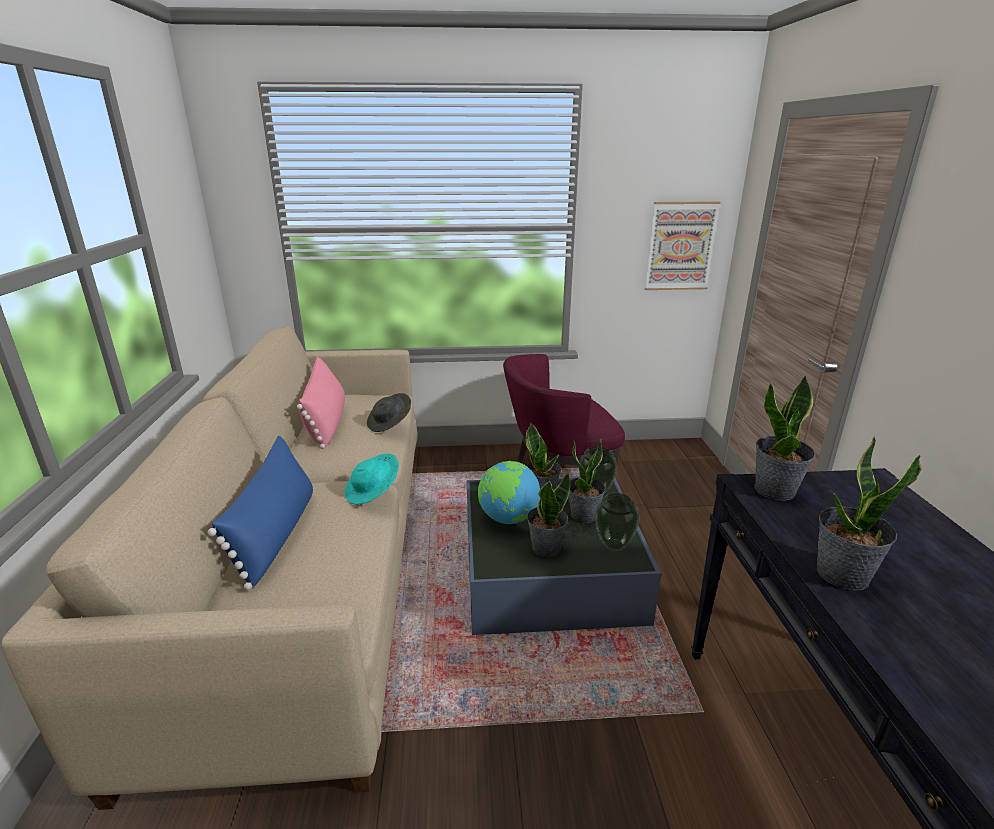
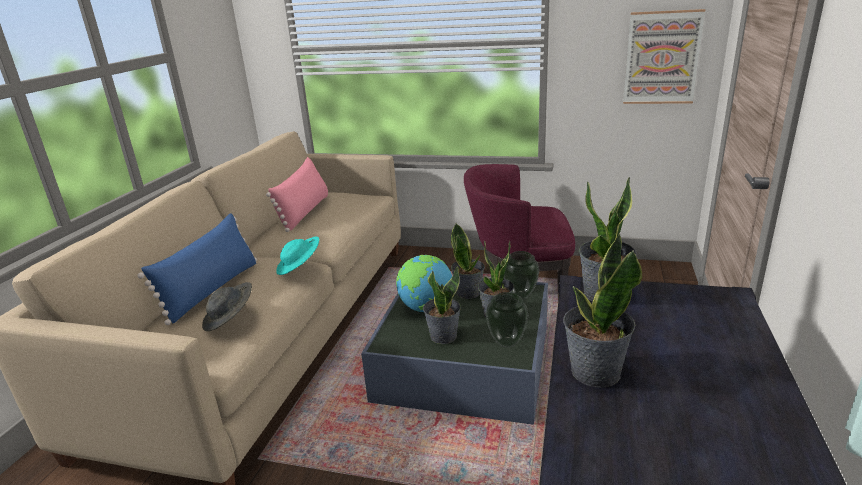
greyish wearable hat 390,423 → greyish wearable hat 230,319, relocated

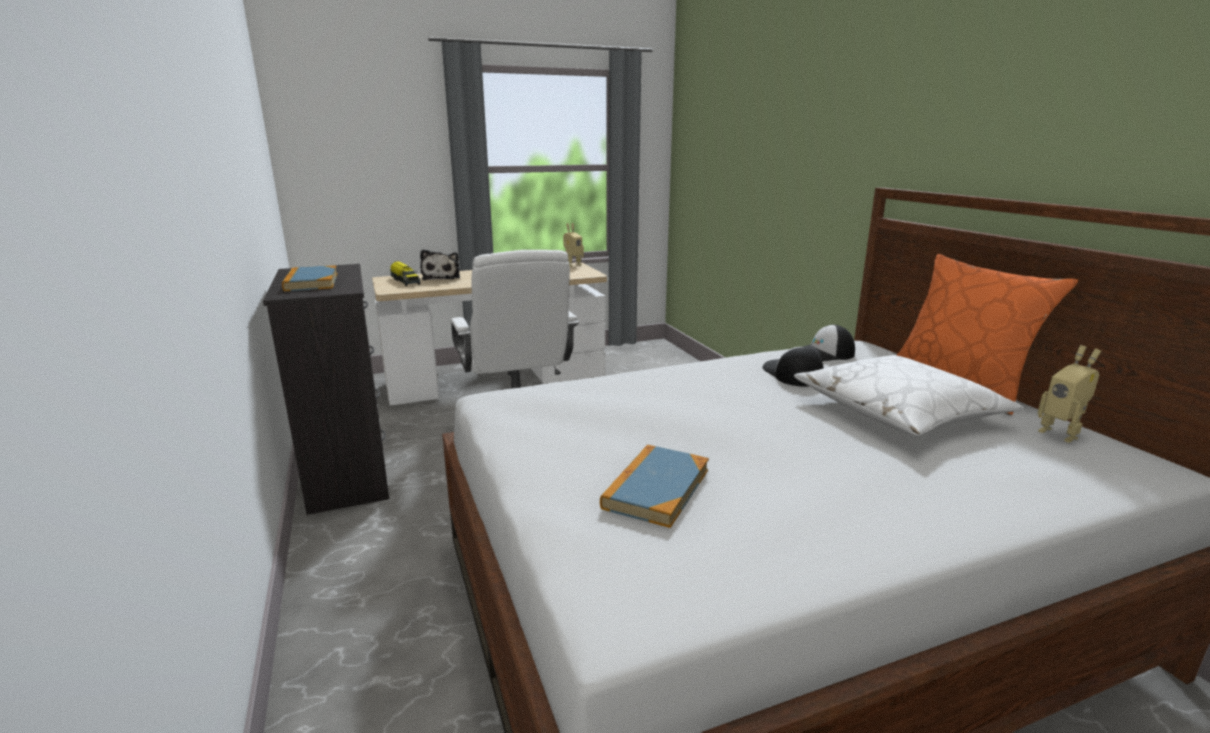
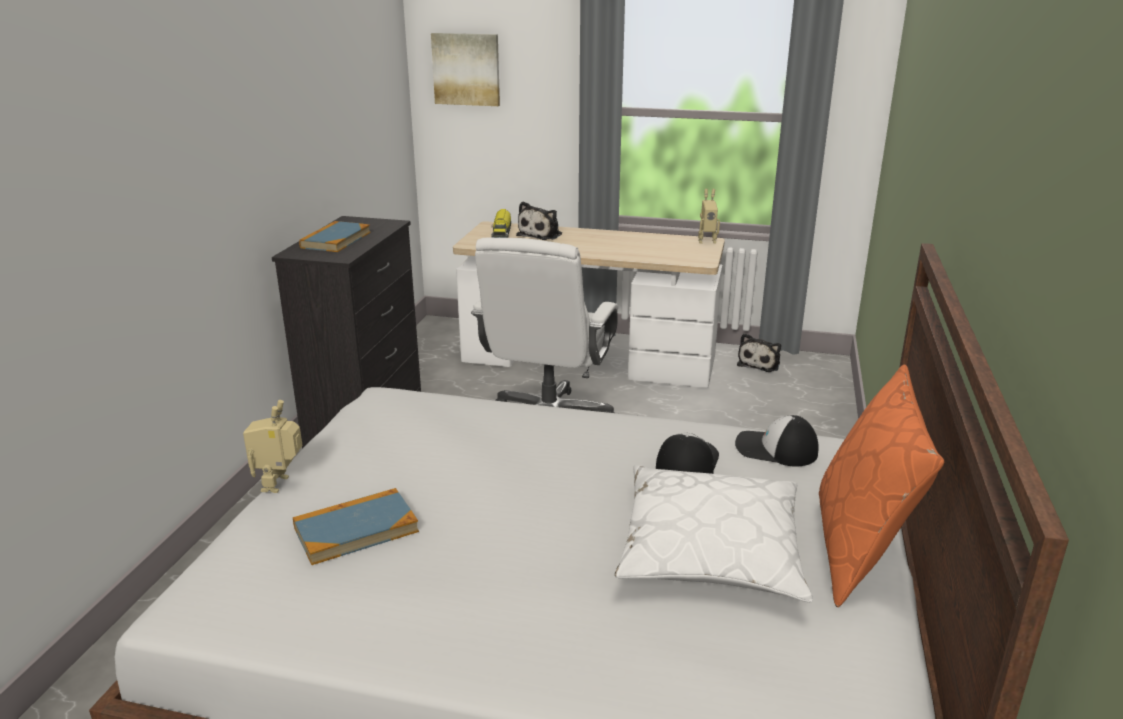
toy robot 1060,433 → toy robot 280,484, relocated
- → wall picture 466,69
- → cuddly toy 760,363

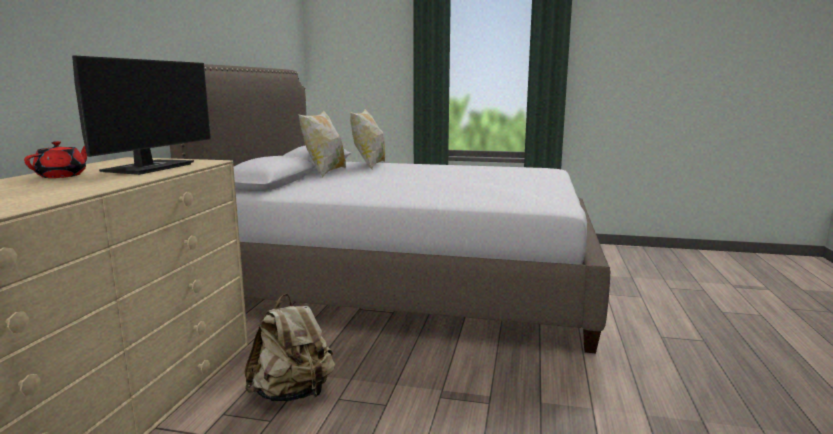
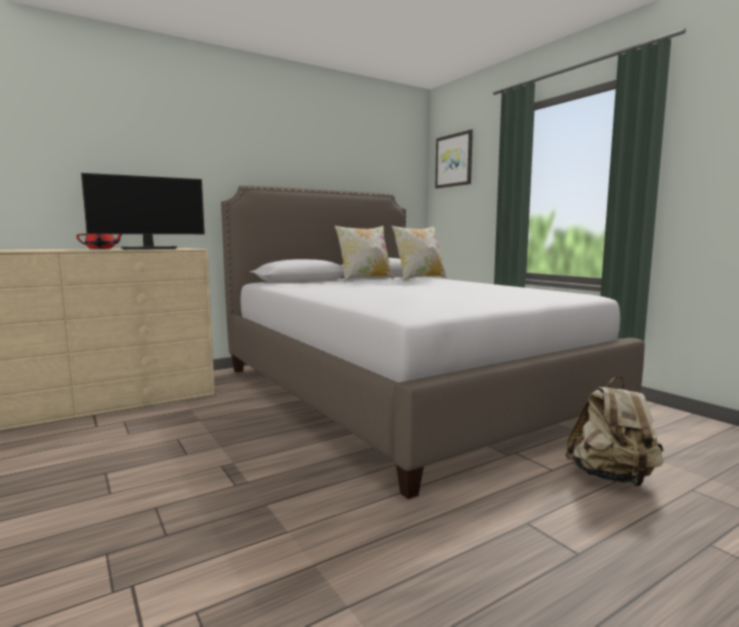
beige knapsack 292,393 → beige knapsack 611,477, relocated
- → wall picture 454,160

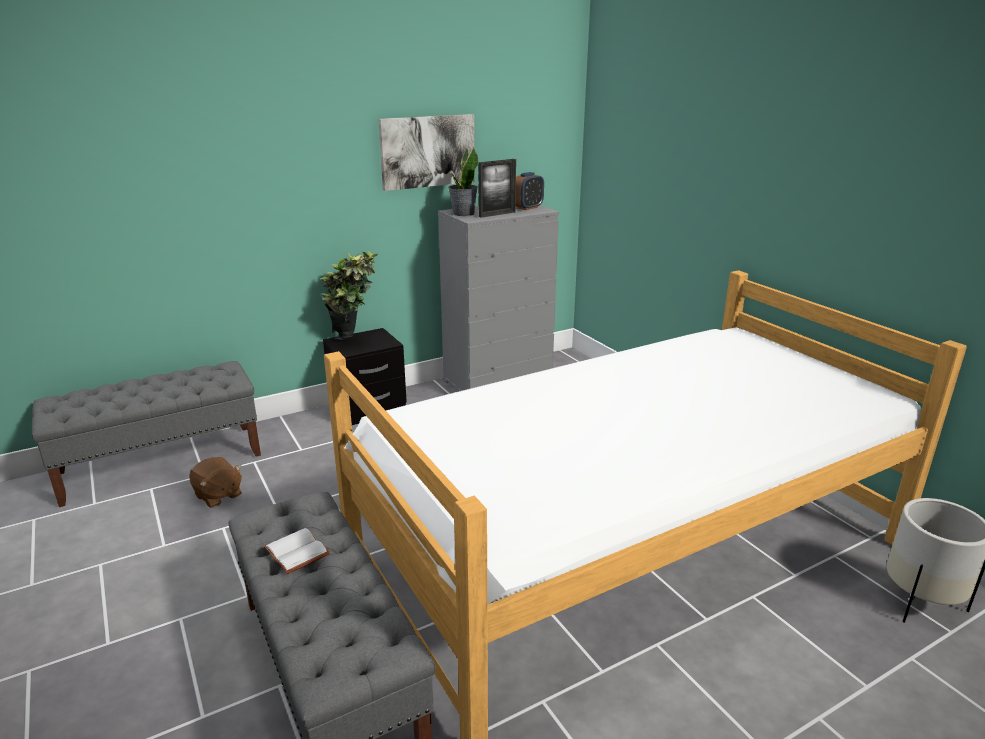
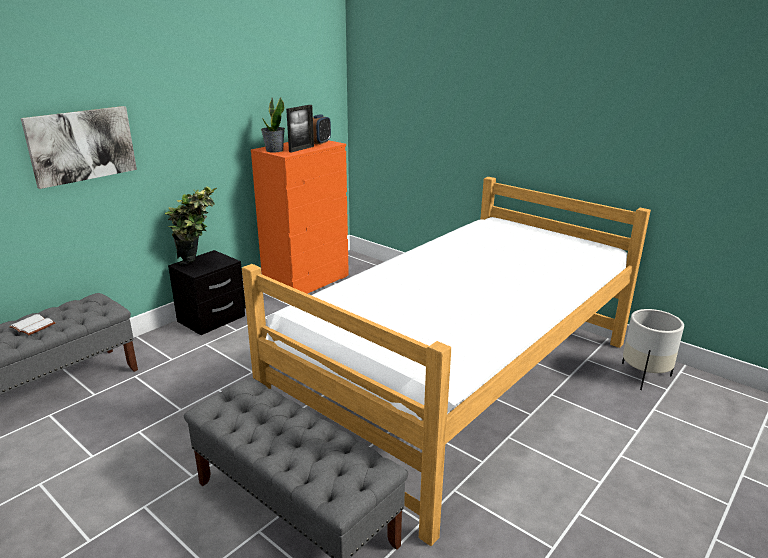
wall picture 427,151 → wall picture 81,145, relocated
greyish dresser 498,381 → orange dresser 307,282
brownish cuddly toy 218,496 → -
whitish bound book 298,551 → whitish bound book 34,326, relocated

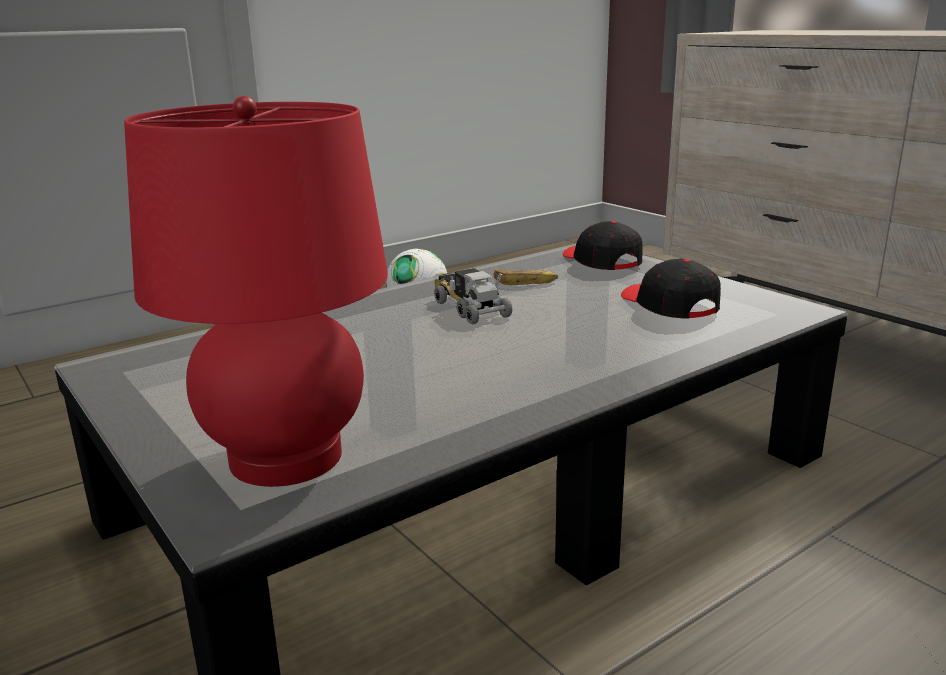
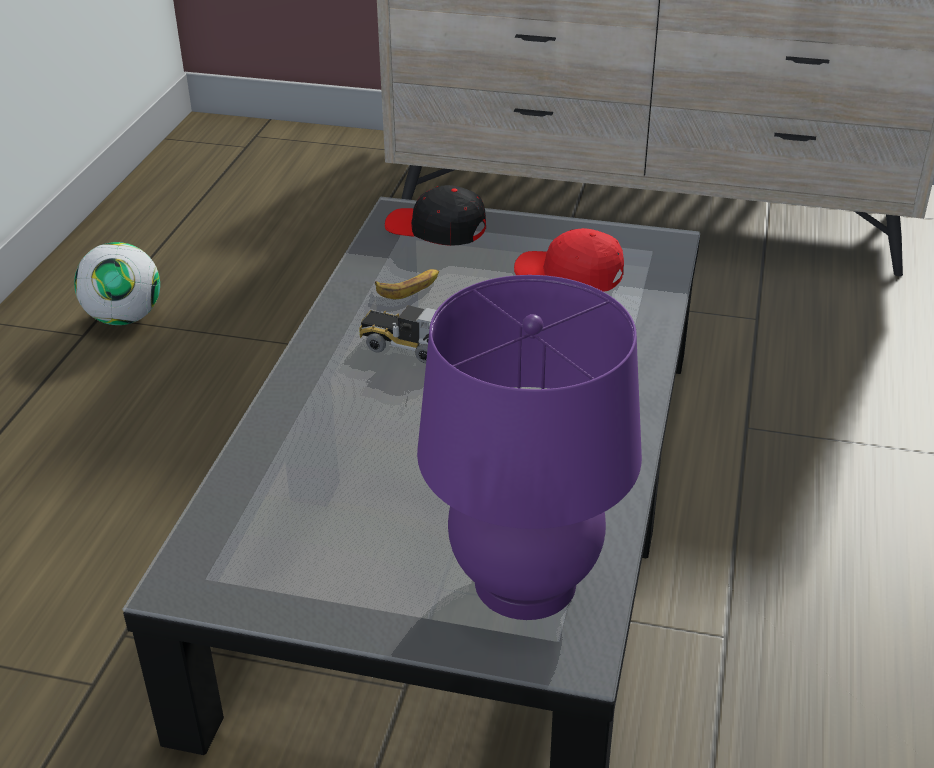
red lamp for a table 286,457 → purple lamp for a table 525,582
black-coloured peaked cap 668,305 → red peaked cap 569,274

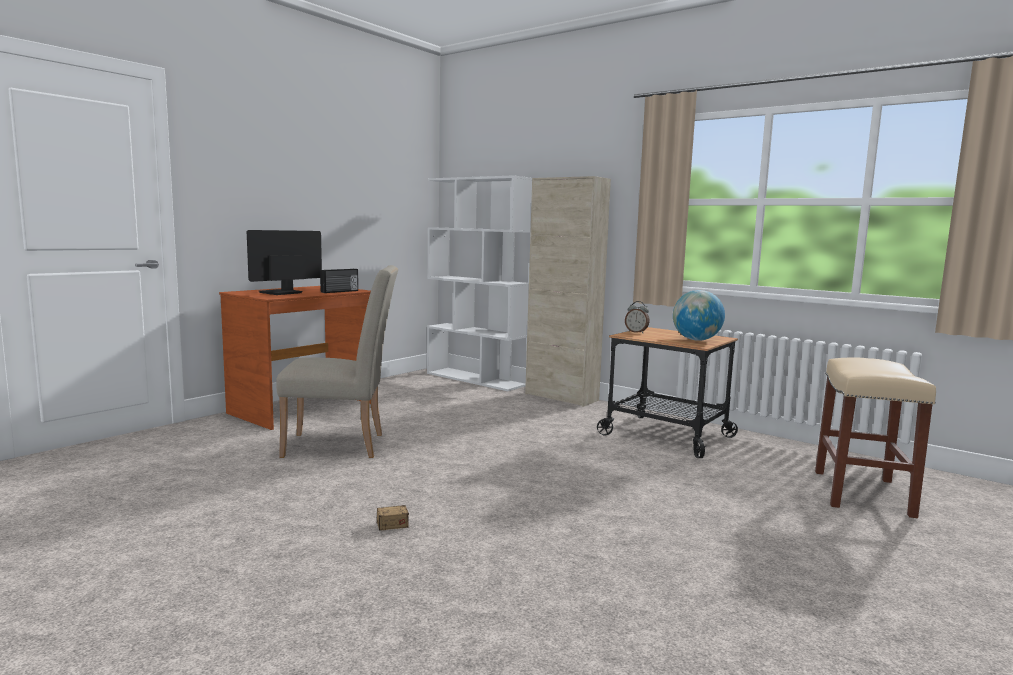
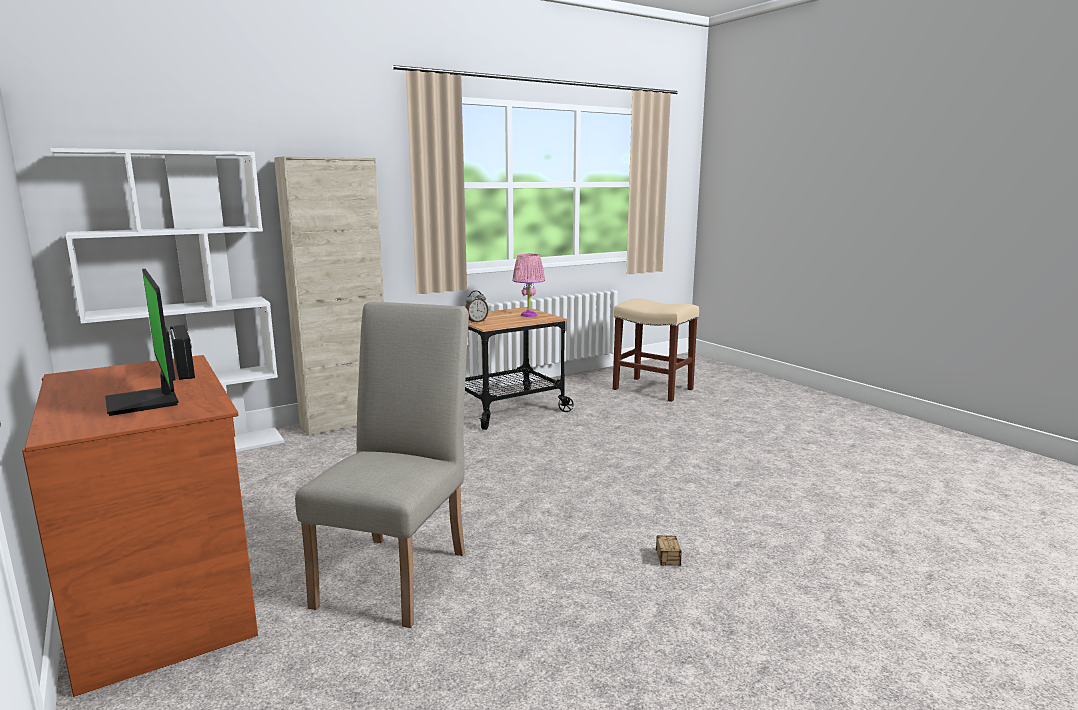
globe 696,340 → pinkish lamp for a table 529,315

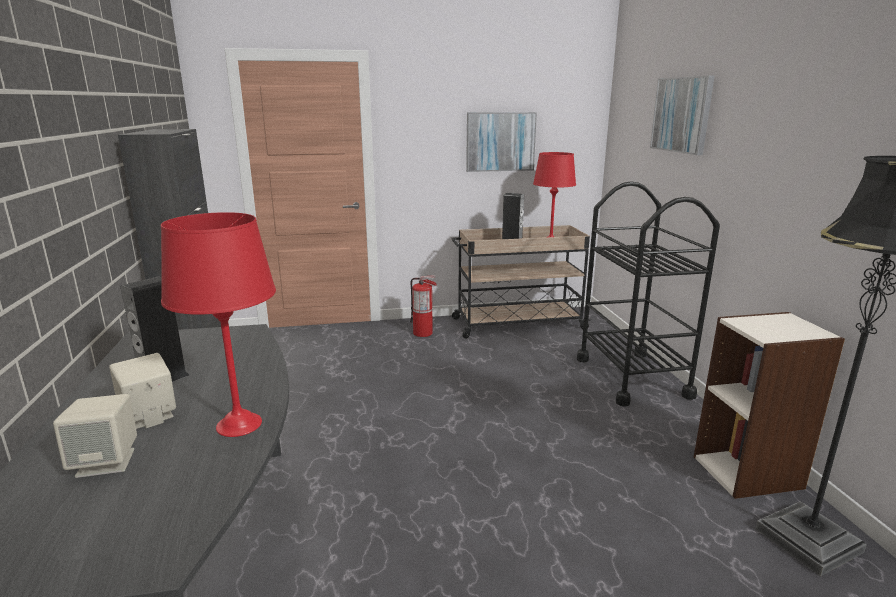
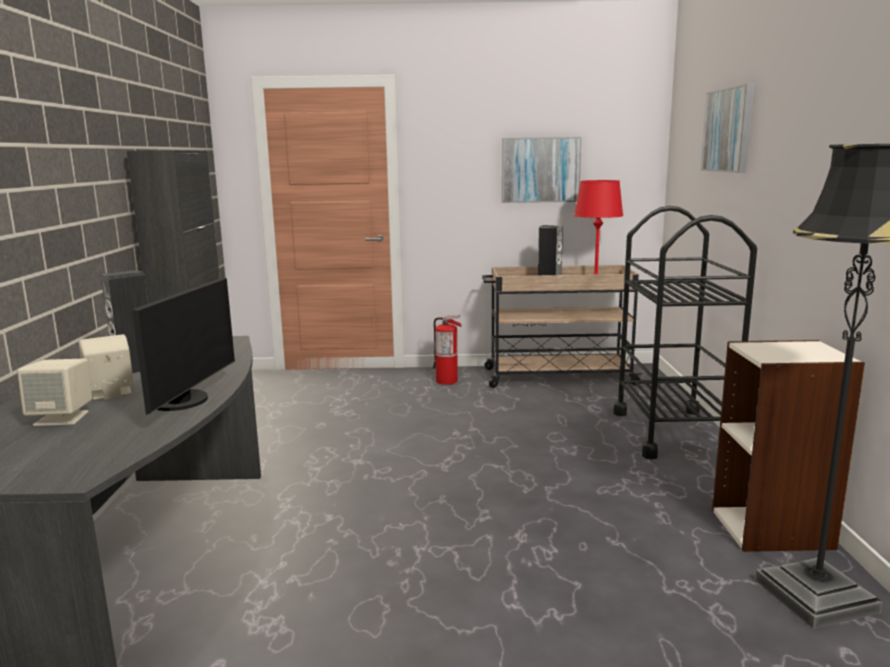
red lamp for a table 238,424 → computer screen 185,401

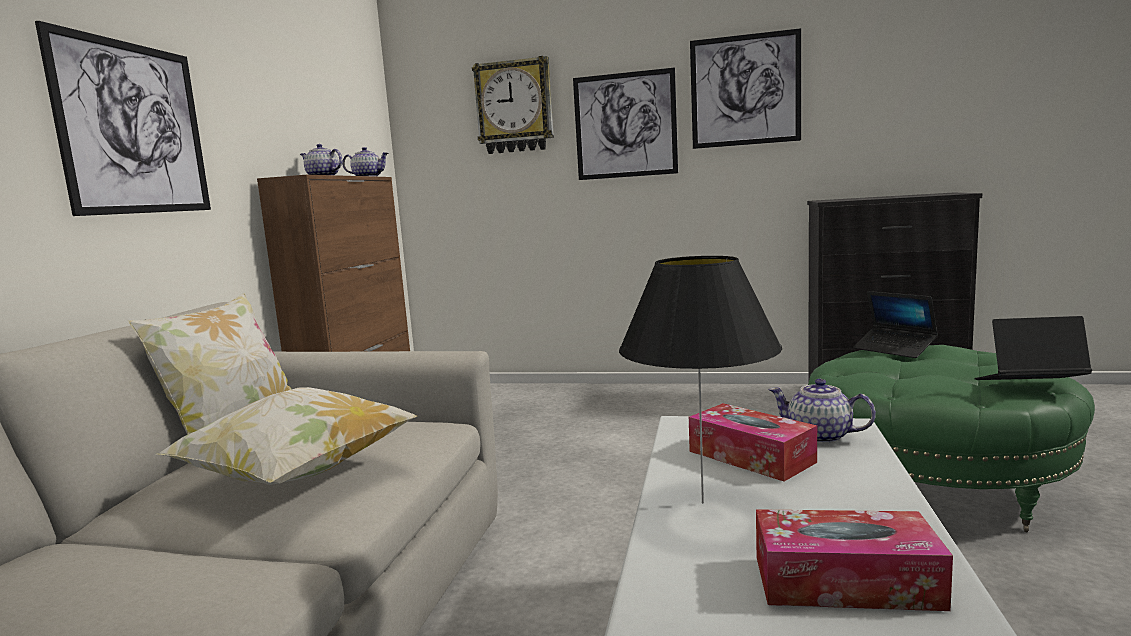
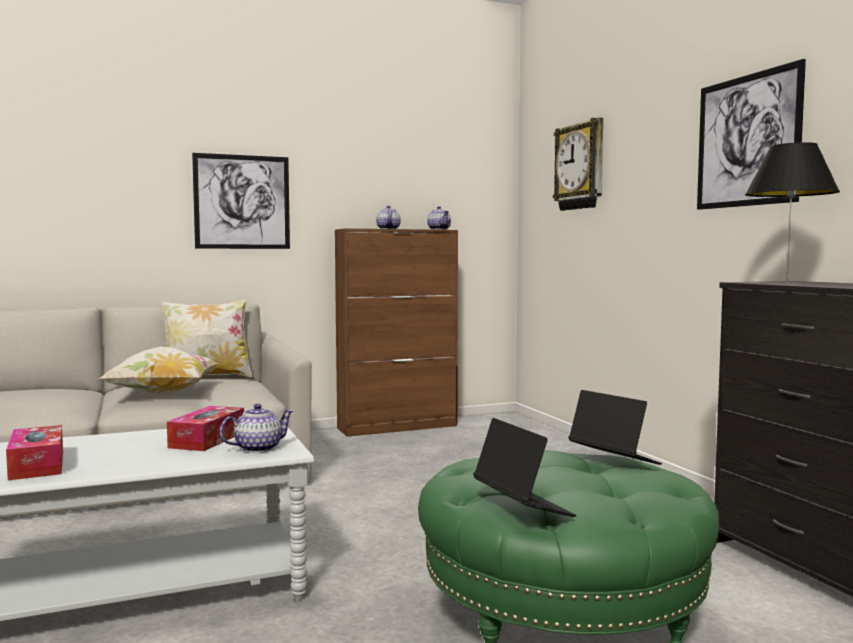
wall picture 625,125 → -
black-coloured lamp for a table 702,502 → black-coloured lamp for a table 787,282, relocated
portable computer 894,349 → portable computer 613,460, 120 degrees clockwise
teapot 820,436 → teapot 257,448, 60 degrees clockwise

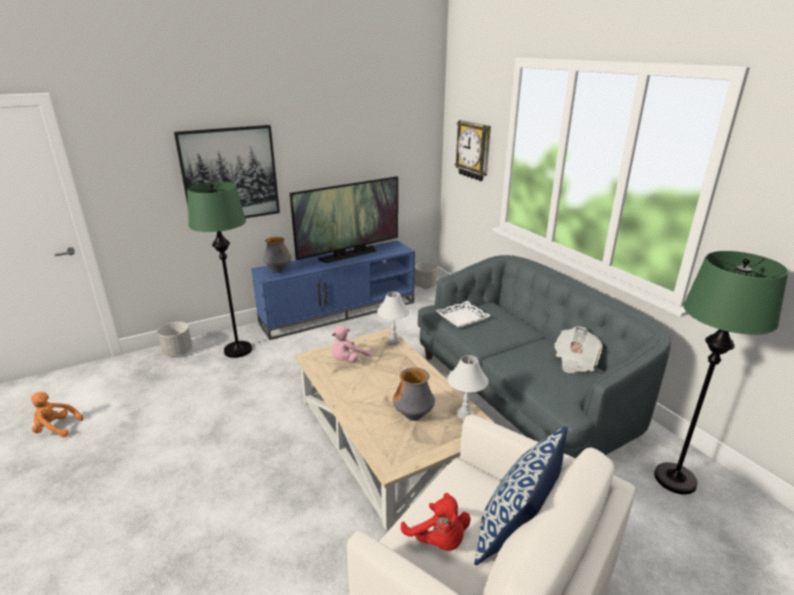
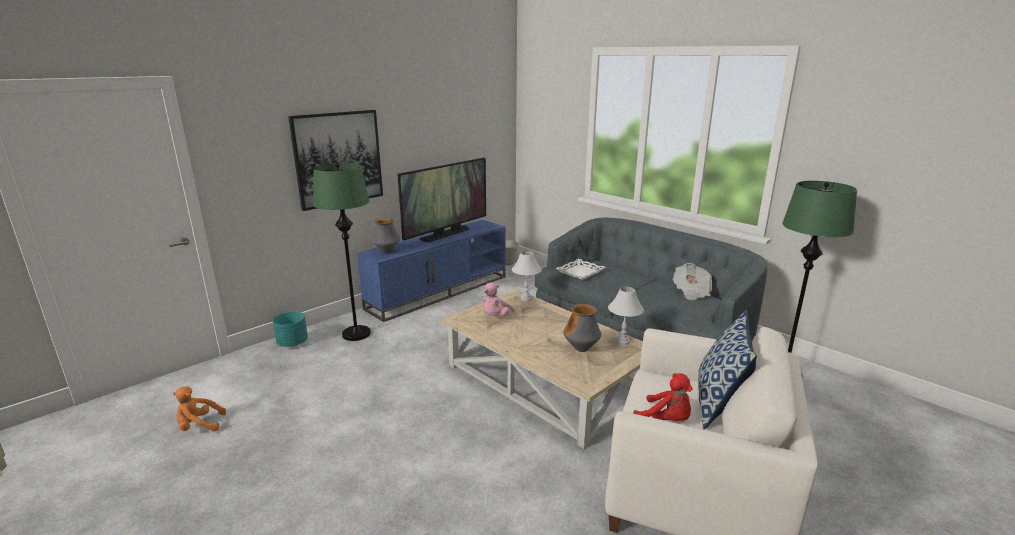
clock on the wall 474,150 → -
greyish plant pot 178,352 → turquoise plant pot 292,343

